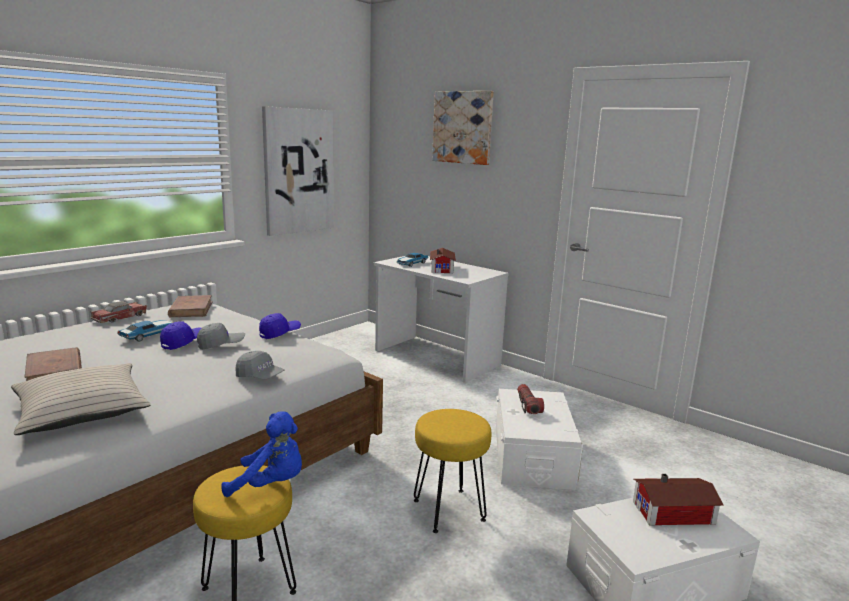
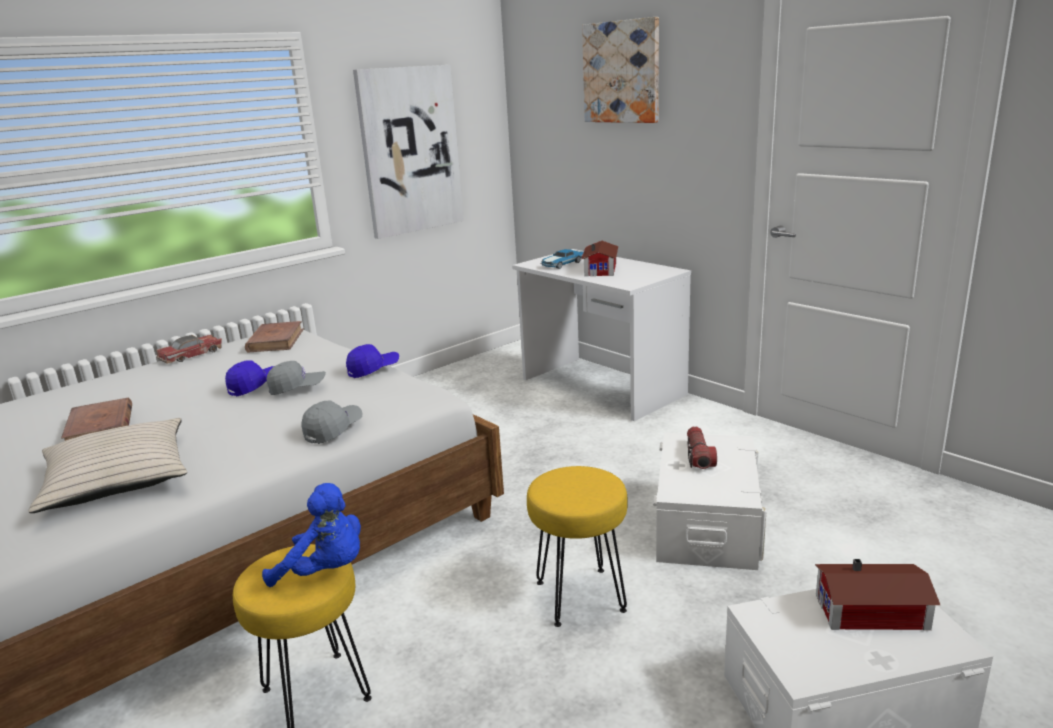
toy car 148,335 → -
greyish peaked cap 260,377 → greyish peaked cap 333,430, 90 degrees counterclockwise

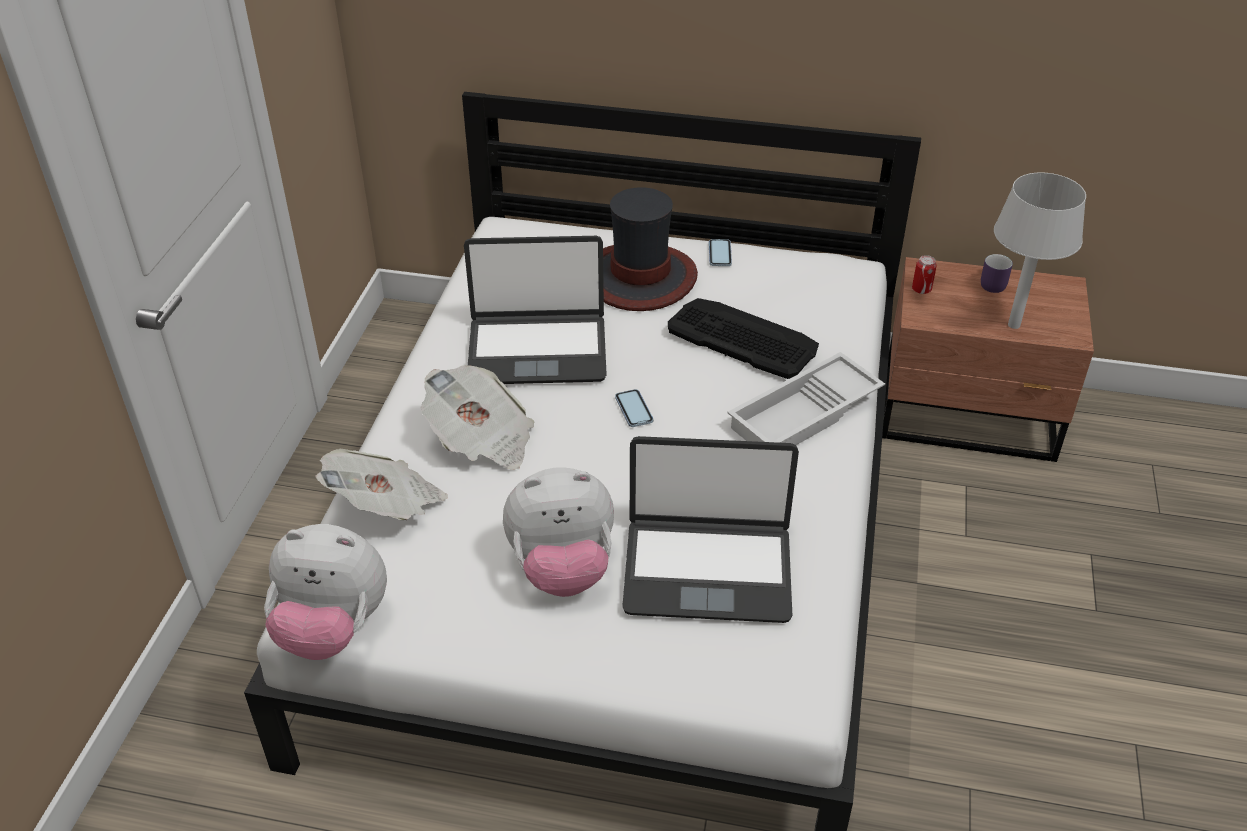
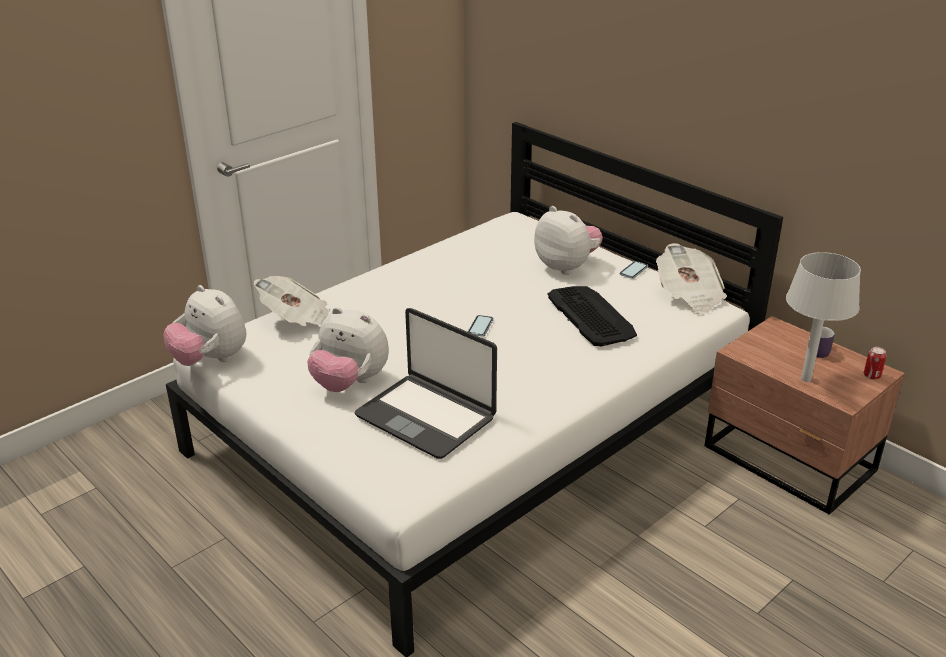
wearable hat 640,278 → cuddly toy 567,266
portable computer 537,350 → -
metal can 921,289 → metal can 871,375, relocated
whitish tray 805,415 → -
newspaper 481,440 → newspaper 689,296, relocated

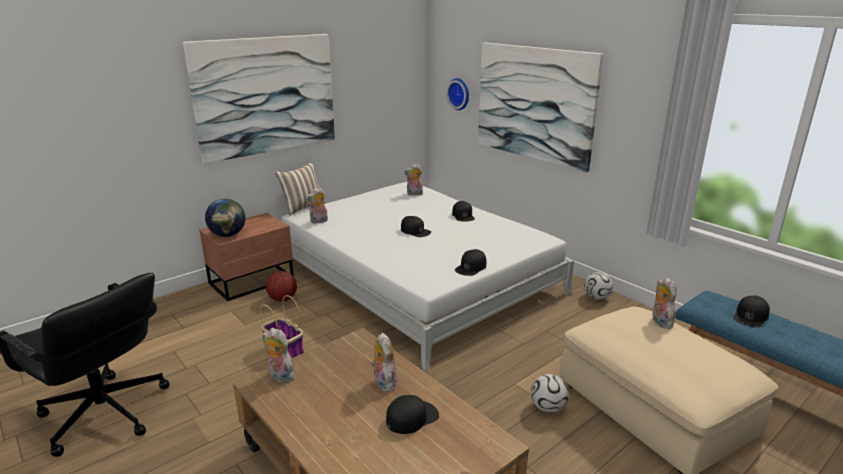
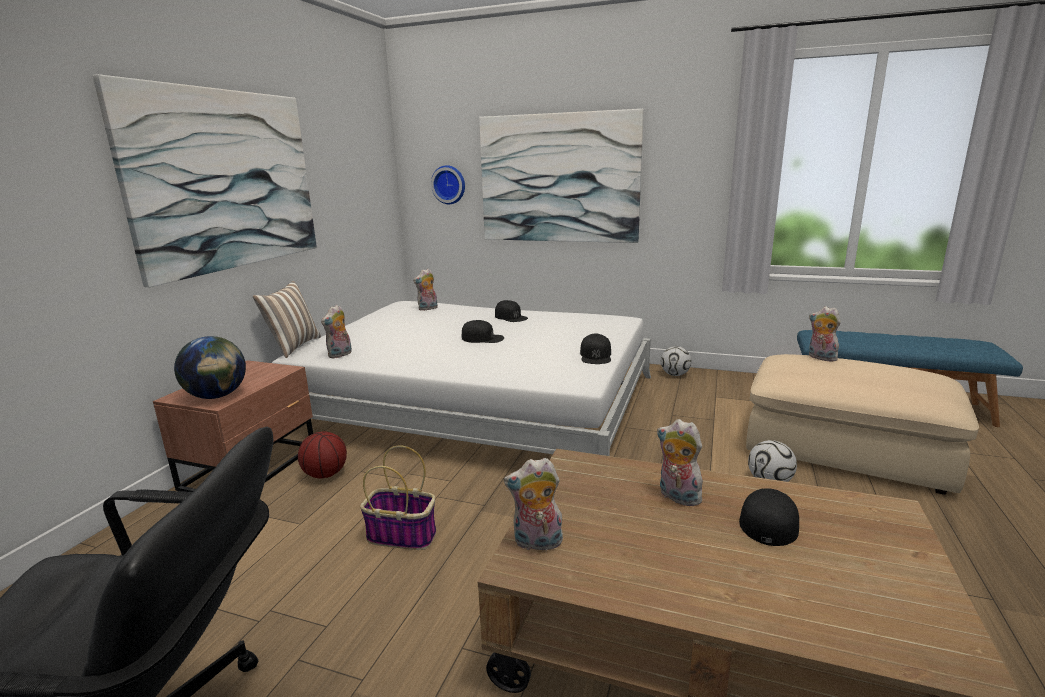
black-coloured peaked cap 750,316 → -

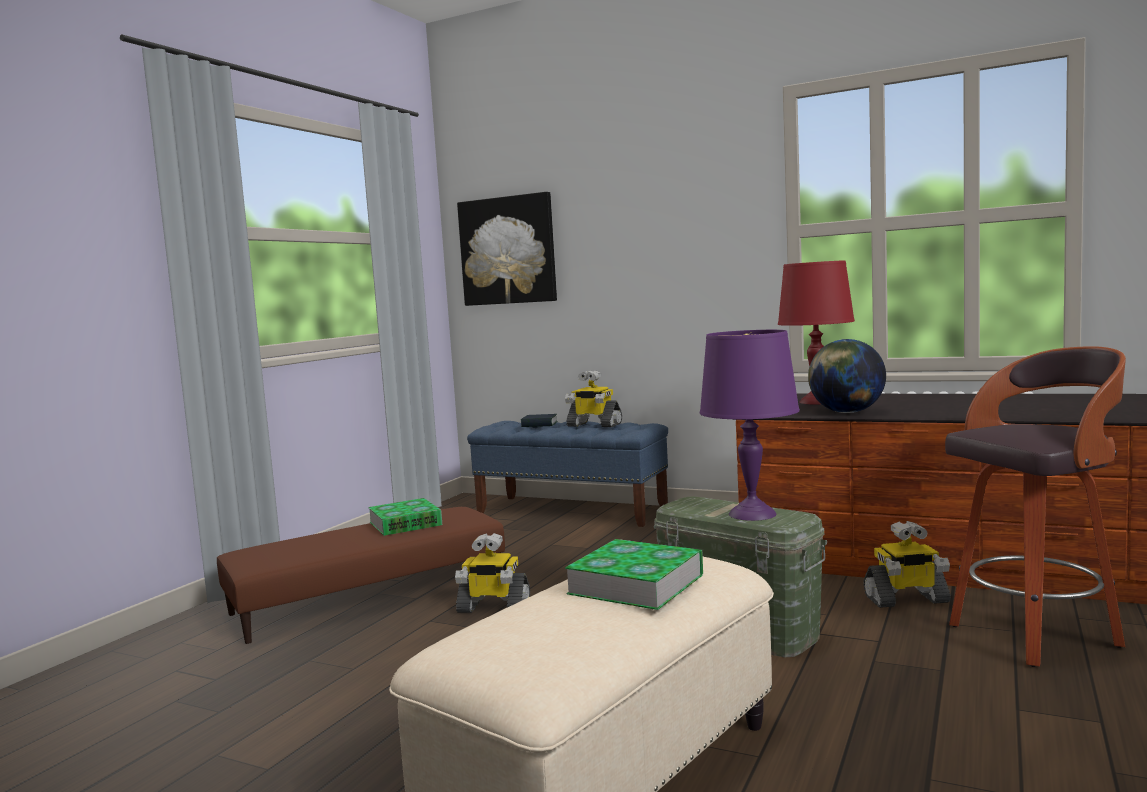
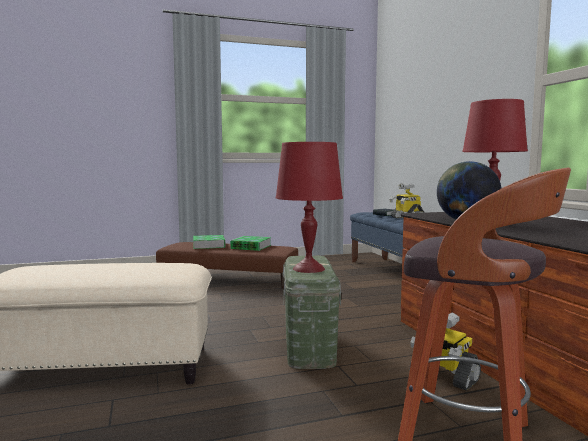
wall picture 508,250 → -
purple lamp for a table 751,514 → red lamp for a table 308,268
toy robot 493,607 → -
bound book 636,584 → bound book 209,245, relocated

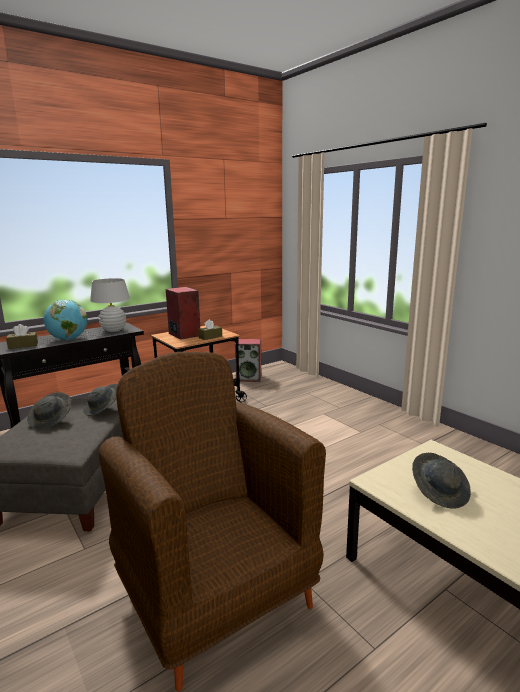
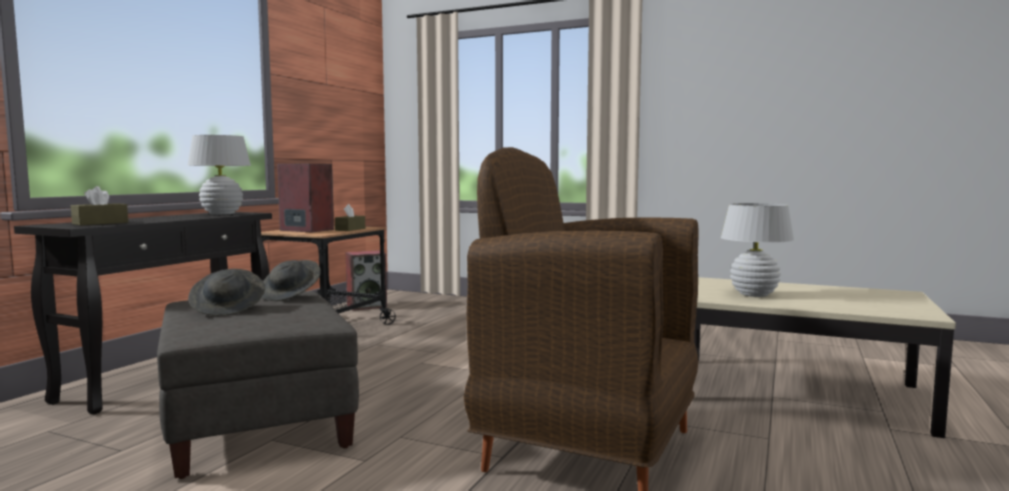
globe 68,339 → -
greyish wearable hat 440,492 → whitish lamp for a table 754,294

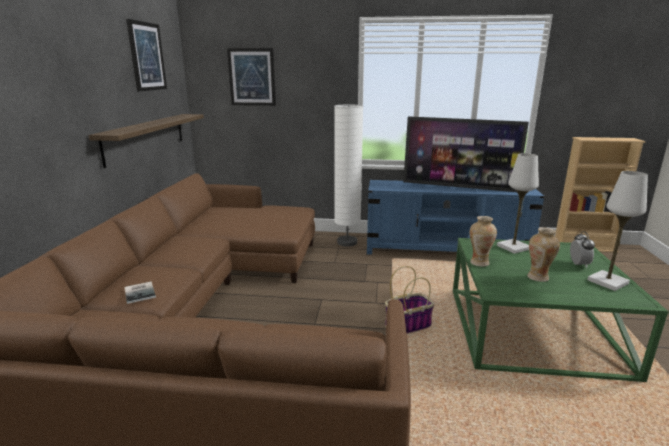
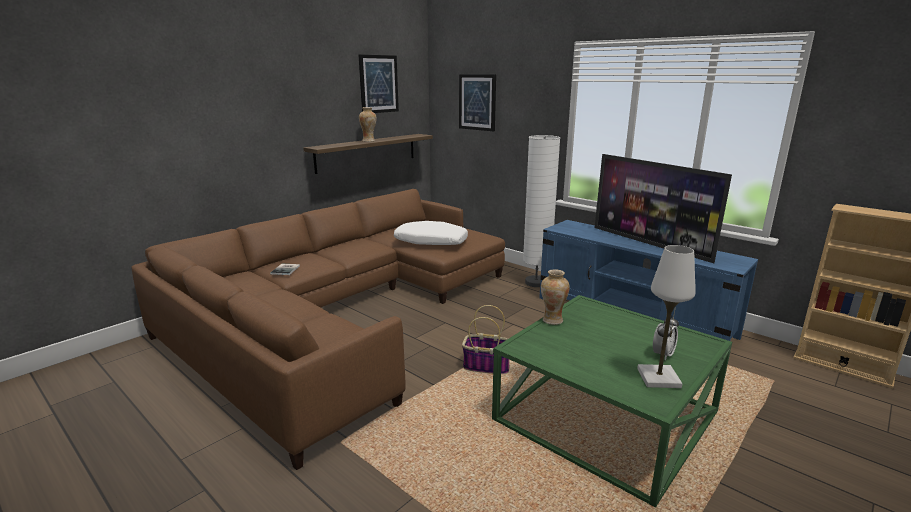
whitish lamp for a table 513,247 → -
flower vase 538,277 → flower vase 369,141, relocated
- → whitish pillow 430,242

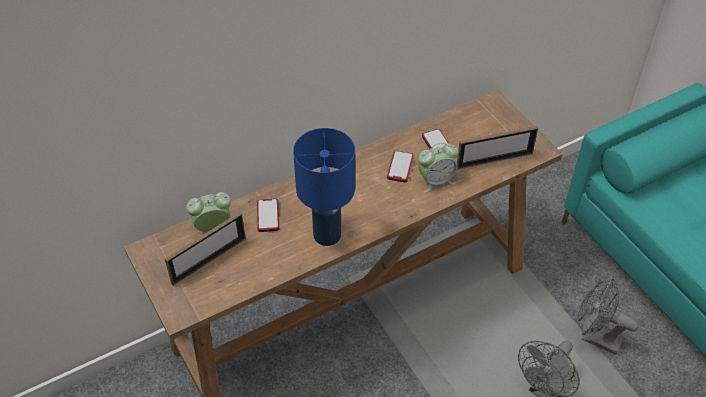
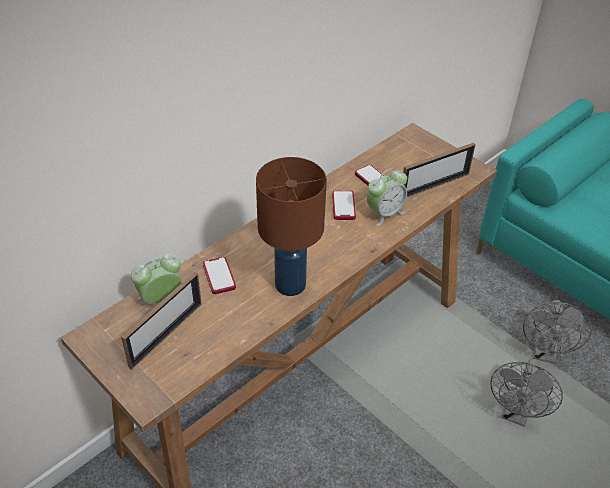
blue lamp for a table 328,235 → brownish lamp for a table 291,285
greyish fan 595,337 → greyish fan 545,353, 90 degrees counterclockwise

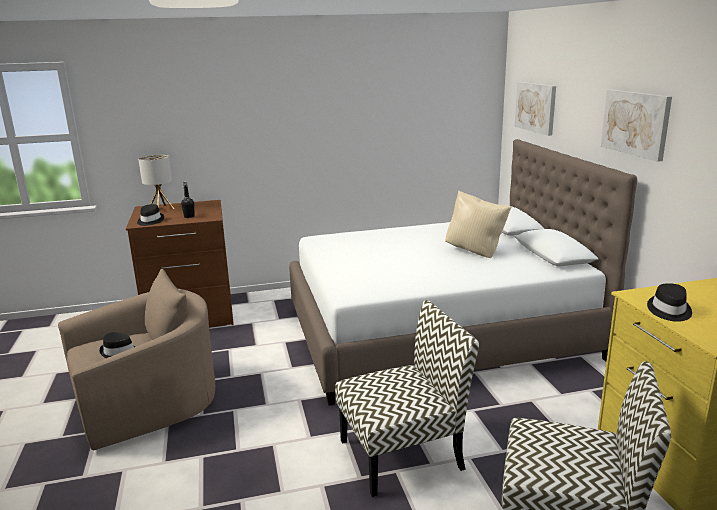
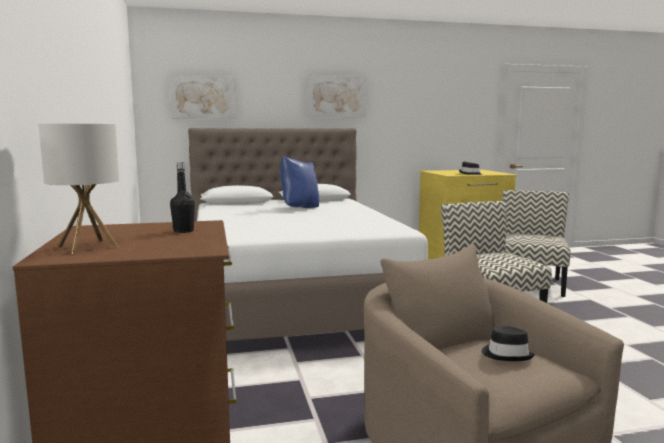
beige pillow 475,251 → blue pillow 299,208
black-coloured wearable hat 150,221 → -

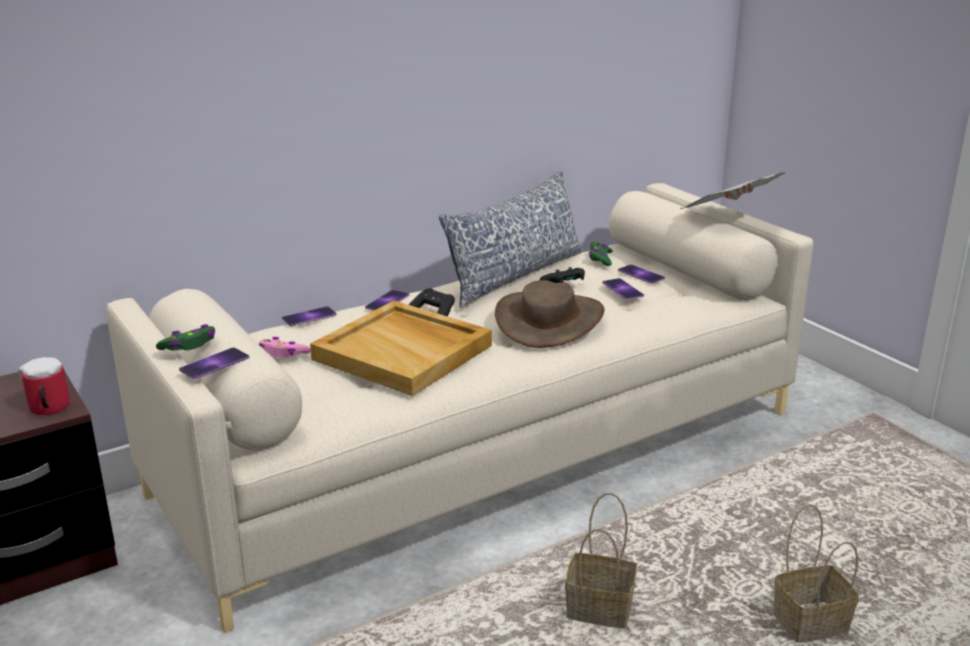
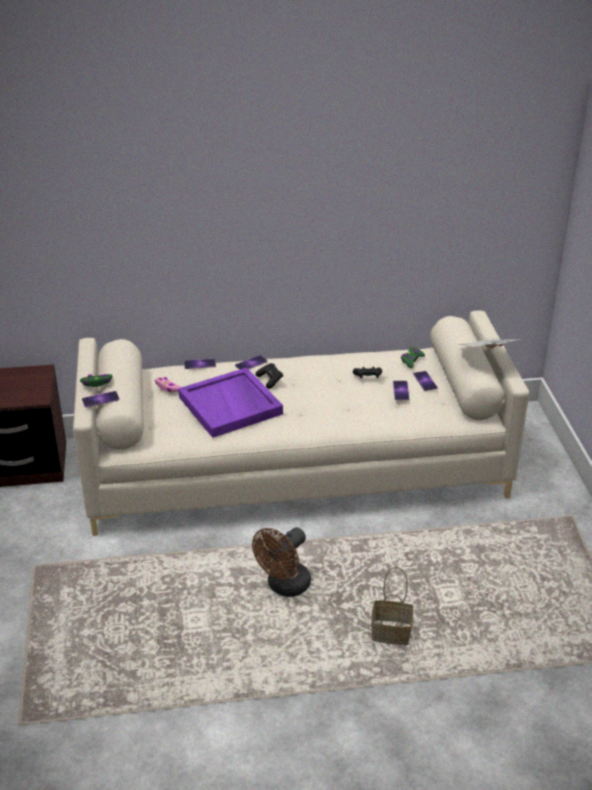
pillow 515,275 → -
brownish wearable hat 550,320 → -
beige tray 404,352 → purple tray 231,405
tea mug 47,409 → -
household basket 601,610 → brownish fan 284,587

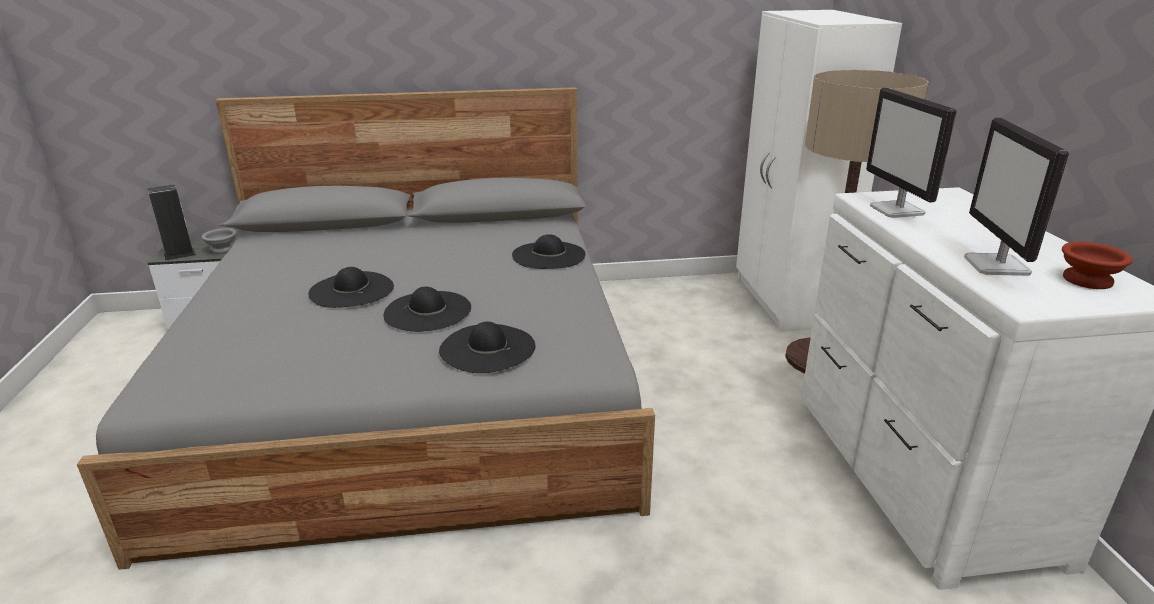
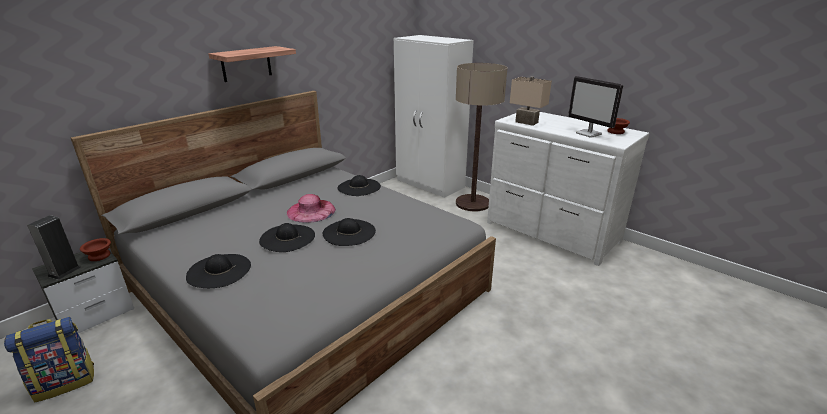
computer screen 897,211 → beige lamp for a table 527,122
greyish serving bowl 223,249 → brownish serving bowl 100,256
black-coloured wearable hat 487,348 → black-coloured wearable hat 219,270, relocated
- → wall shelf 246,64
- → pinkish wearable hat 311,211
- → knapsack 66,382

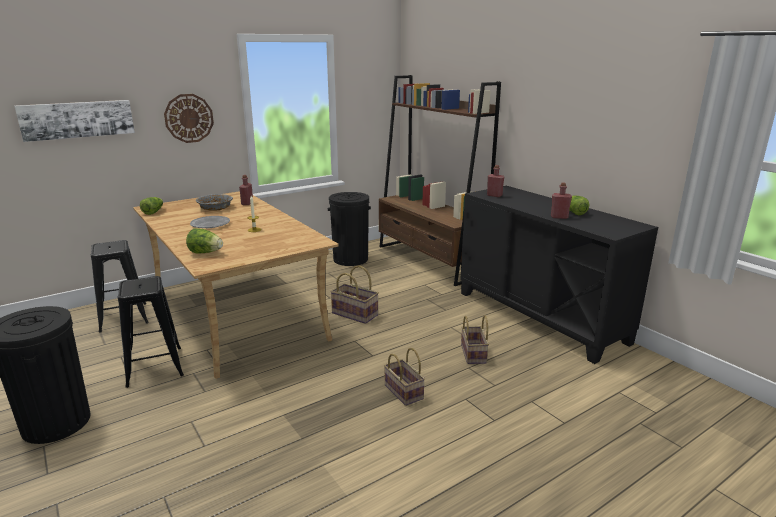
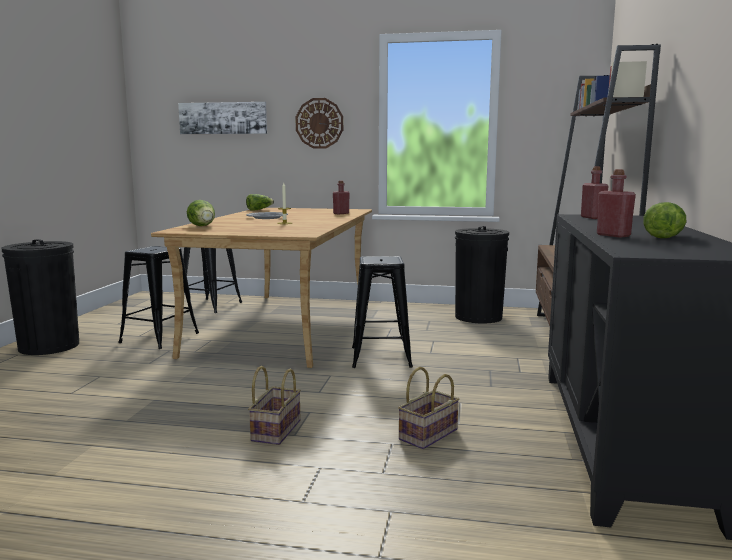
greyish serving bowl 215,208 → -
household basket 355,314 → black-coloured stool seat 381,357

